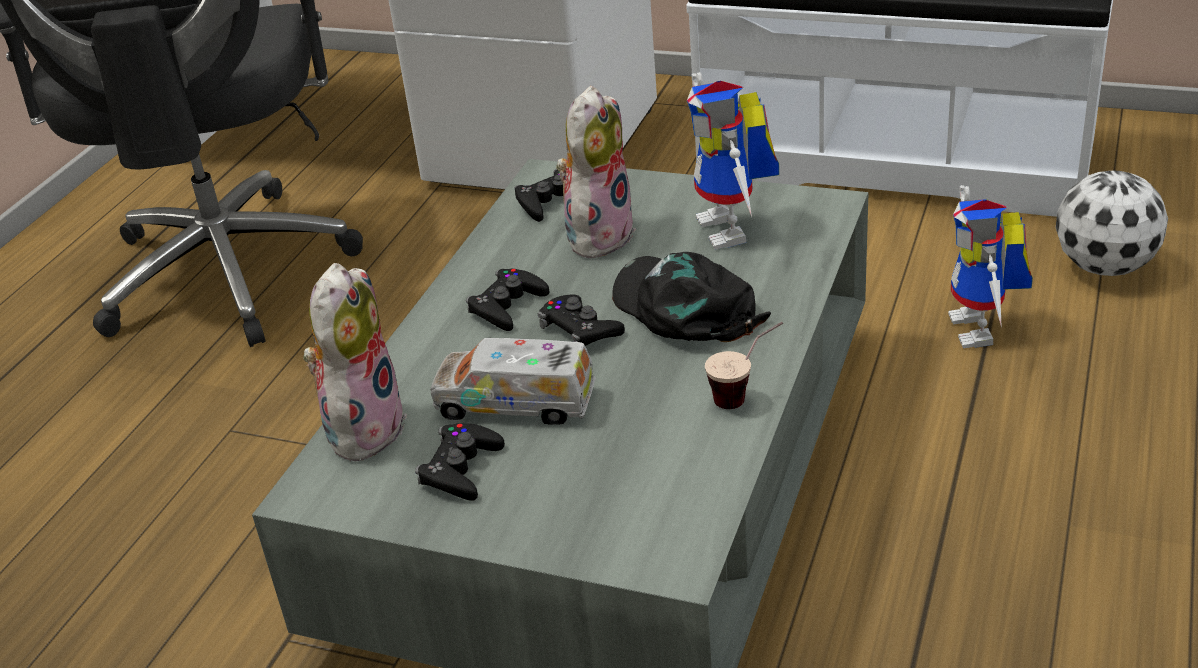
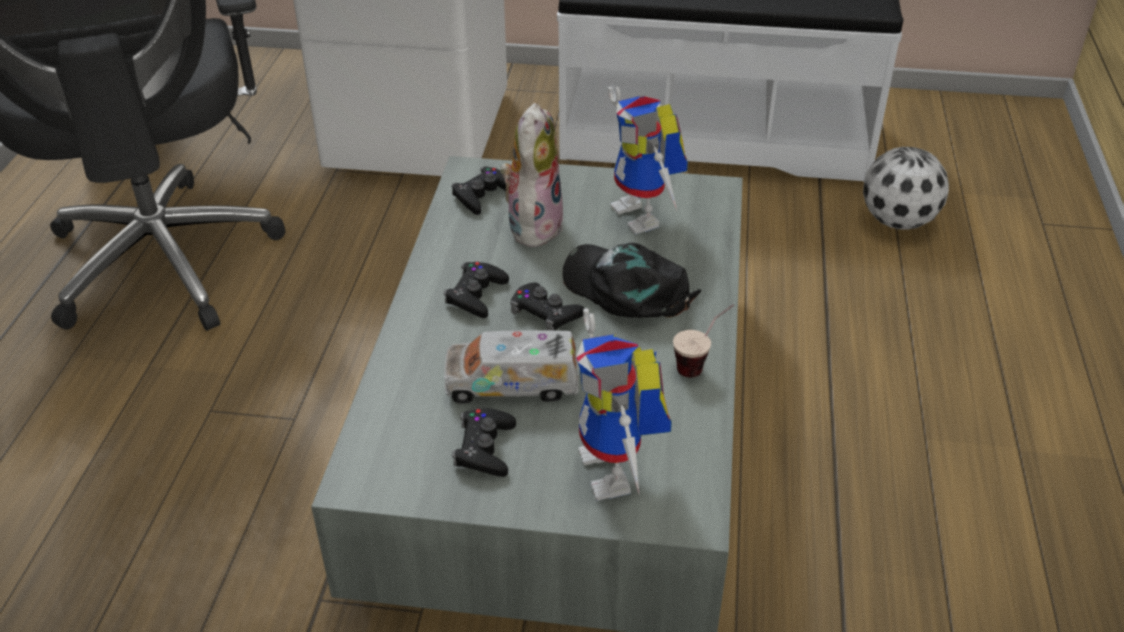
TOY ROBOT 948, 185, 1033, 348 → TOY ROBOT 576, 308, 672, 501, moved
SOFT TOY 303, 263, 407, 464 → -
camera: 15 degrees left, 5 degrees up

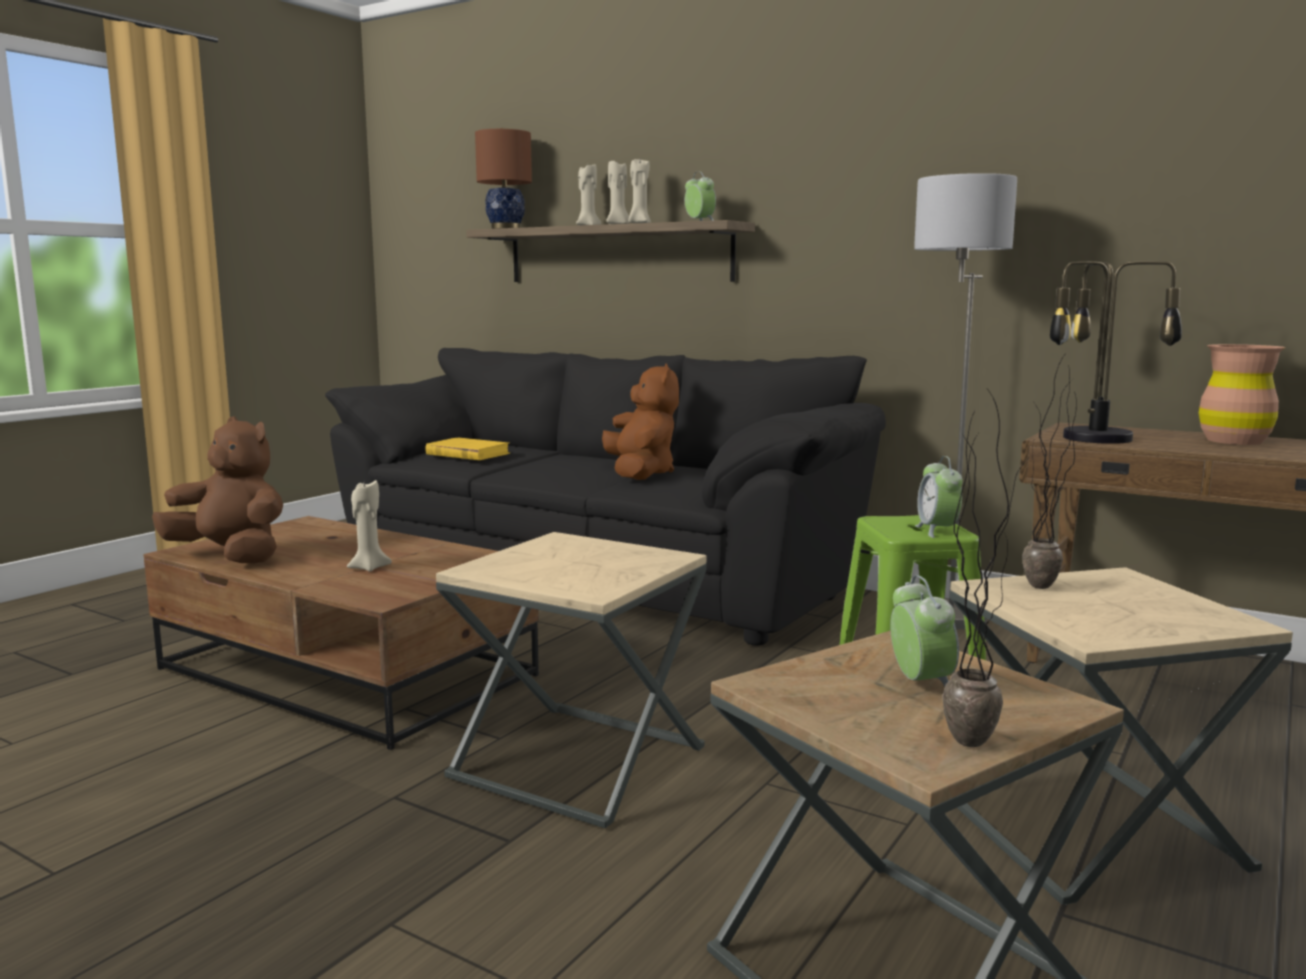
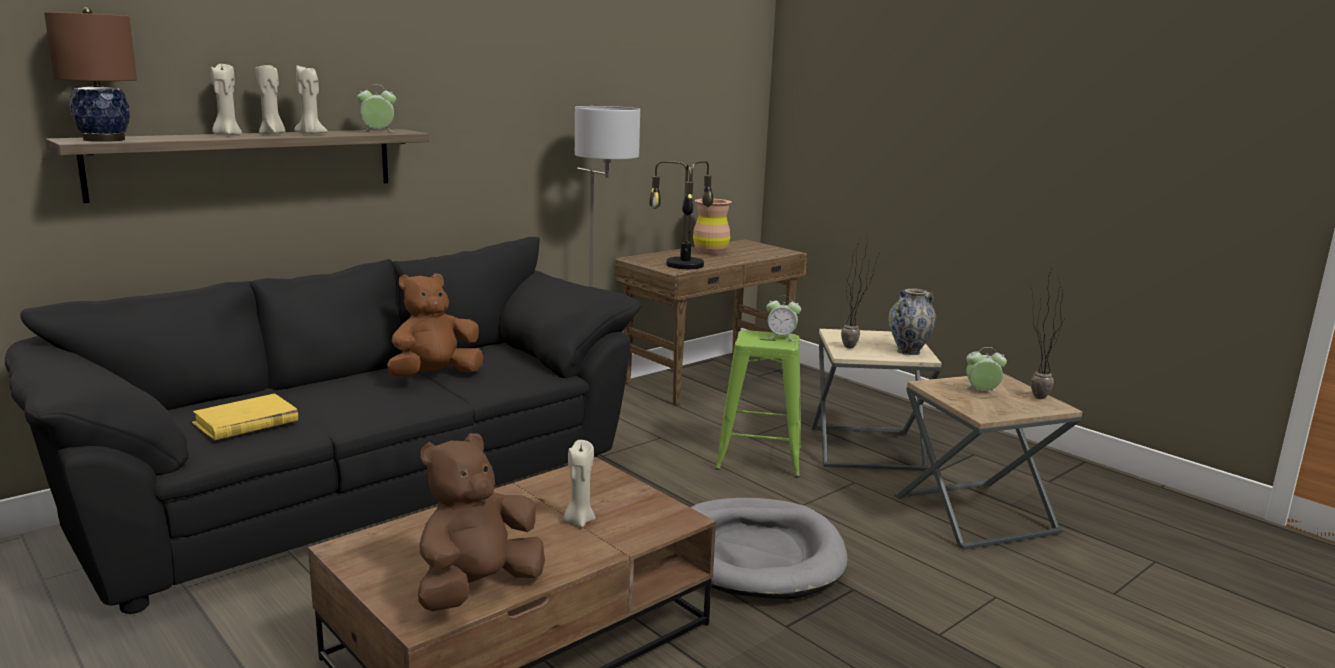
BROWN SOFT TOY 602, 363, 679, 480 → BROWN SOFT TOY 387, 273, 483, 377, 45 degrees counterclockwise
BEIGE SIDE TABLE 436, 532, 707, 828 → GRAY DOG CUSHION 690, 498, 848, 599
- → DECORATIVE VASE 889, 288, 936, 355
camera: 75 degrees left, 5 degrees up

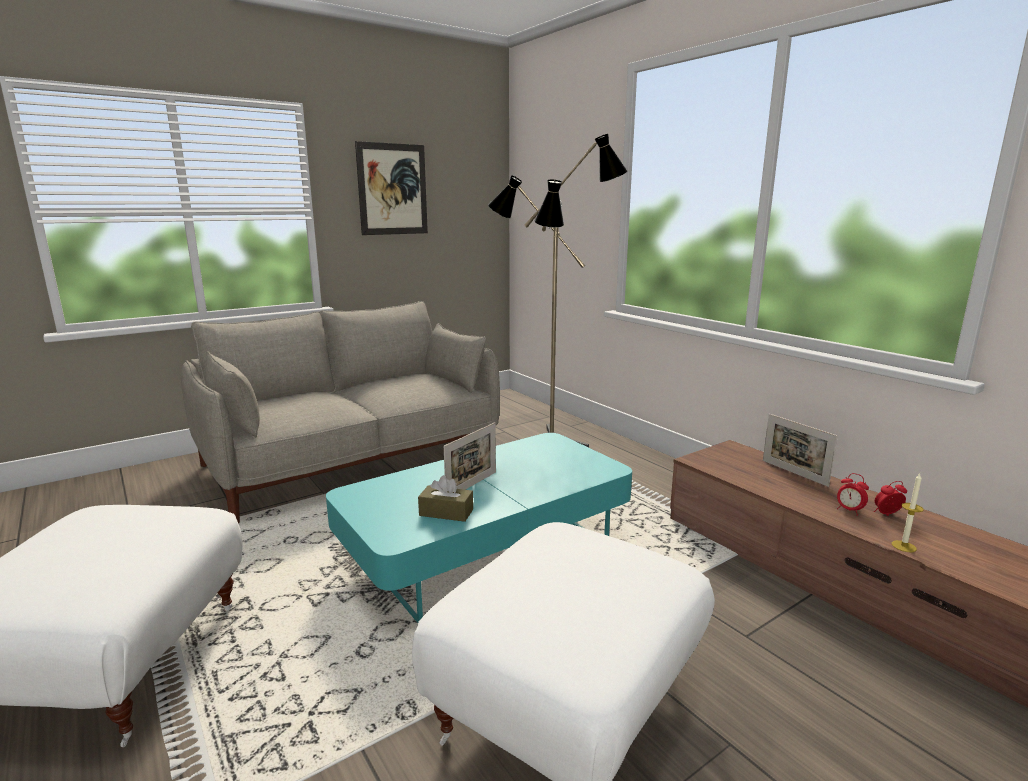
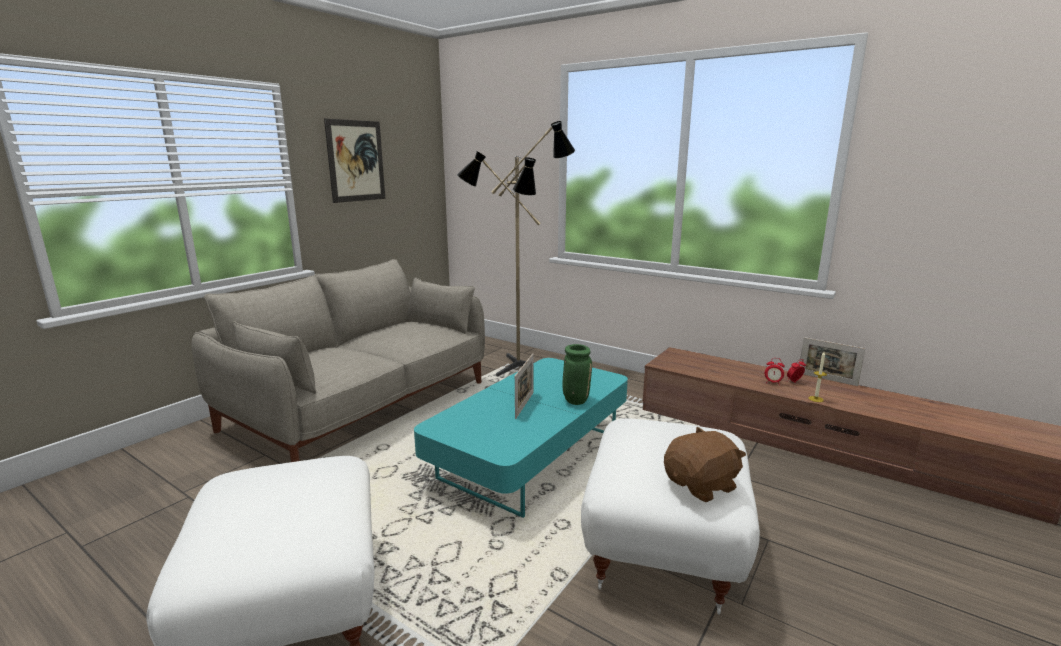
- → GREENISH DECORATIVE VASE 563, 344, 592, 405
- → BROWN SOFT TOY 664, 426, 746, 502
STANDING FRAME 763, 414, 838, 487 → STANDING FRAME 799, 337, 865, 386, moved
BROWN TISSUE BOX 418, 475, 473, 522 → -
camera: 20 degrees left, 0 degrees up

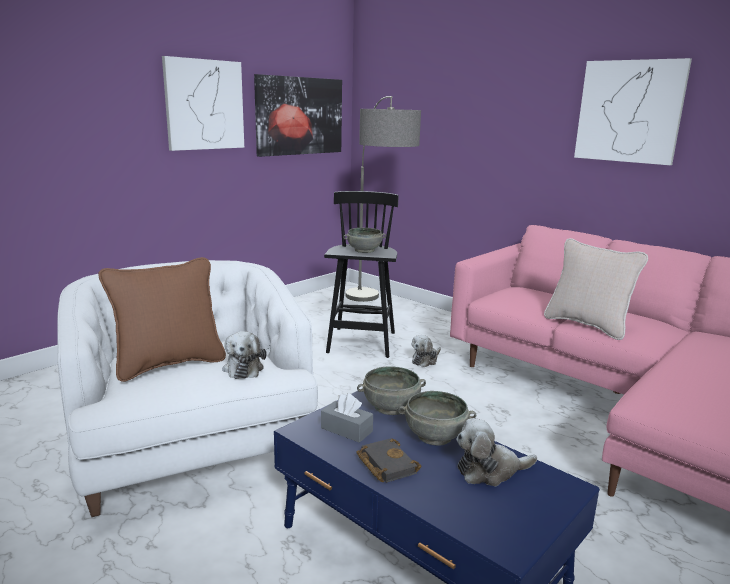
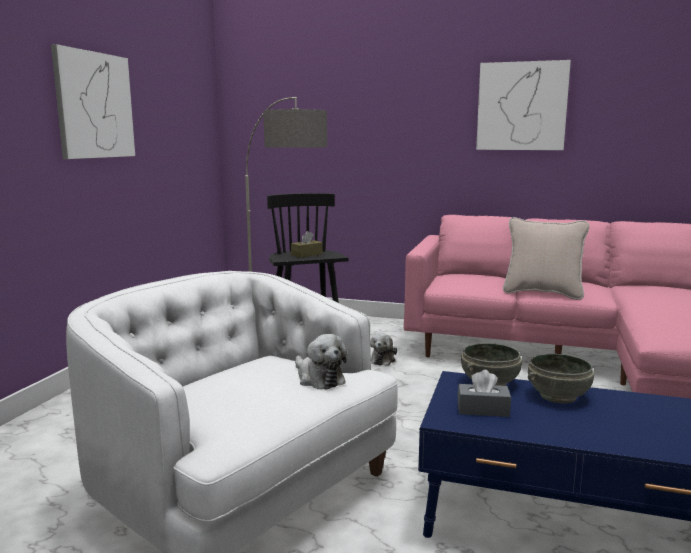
GRAY SERVING BOWL 343, 228, 386, 253 → BROWN TISSUE BOX 291, 231, 323, 258
BROWN CUSHION 98, 257, 226, 382 → -
WALL ART 254, 74, 342, 157 → -
BLACK BOUND BOOK 356, 438, 421, 483 → -
SOFT TOY 456, 418, 537, 486 → -
camera: 25 degrees left, 5 degrees down

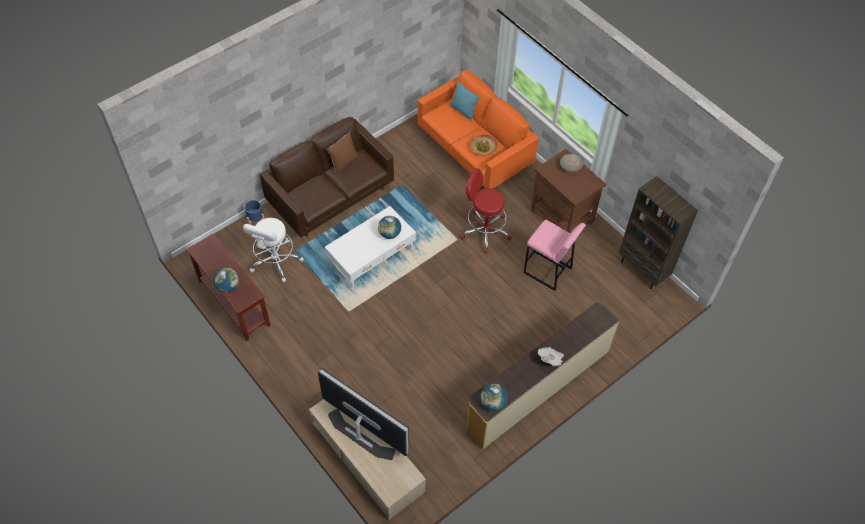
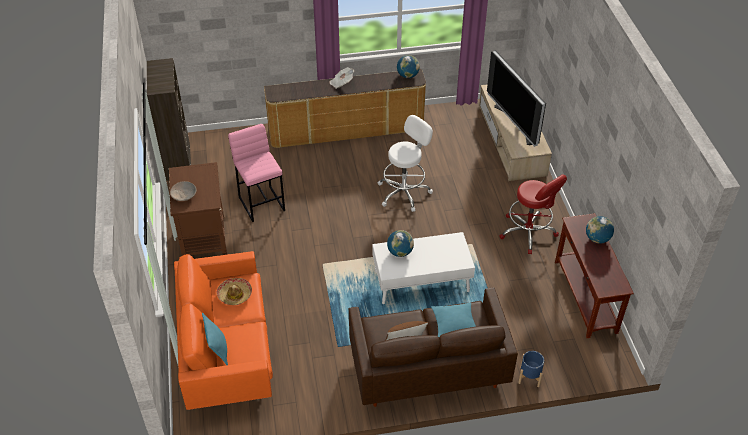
WHITISH STOOL SEAT 243, 218, 304, 282 → WHITISH STOOL SEAT 378, 115, 433, 212, moved
- → BLUE-GREEN CUSHION 431, 302, 476, 337
RED STOOL SEAT 460, 168, 512, 253 → RED STOOL SEAT 499, 175, 567, 254, moved
camera: 150 degrees left, 10 degrees down

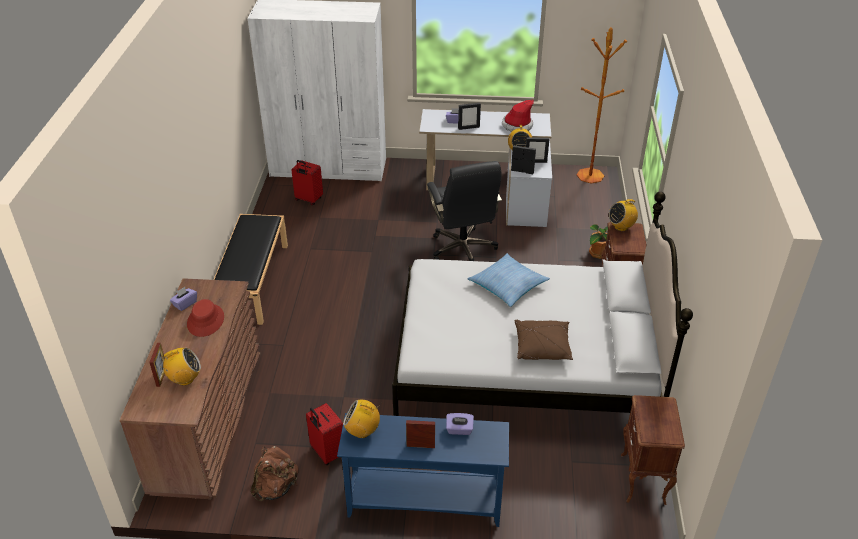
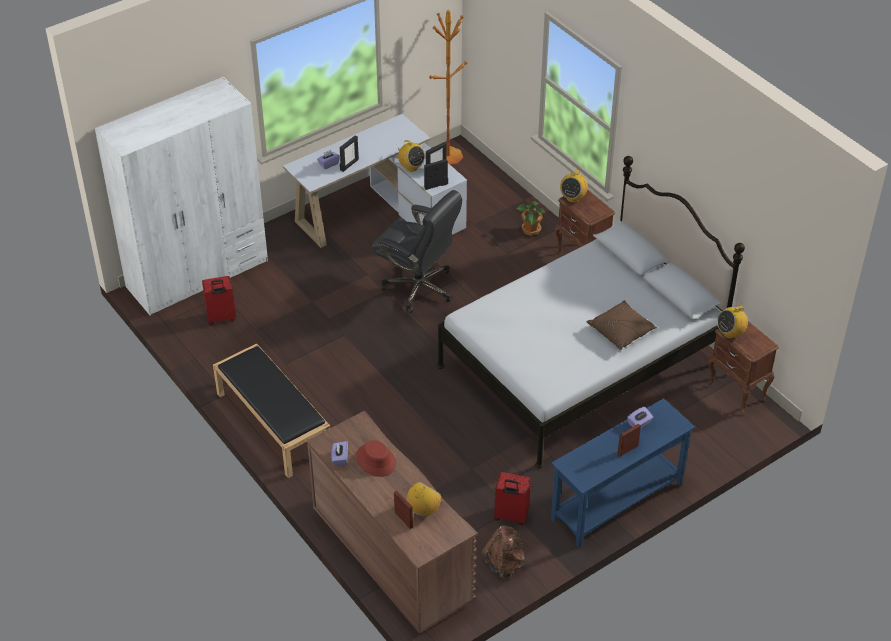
RADIO 343, 400, 382, 438 → RADIO 717, 304, 748, 339, moved
CUSHION 468, 253, 550, 307 → -
HAT 502, 100, 534, 132 → -
camera: 40 degrees left, 5 degrees up

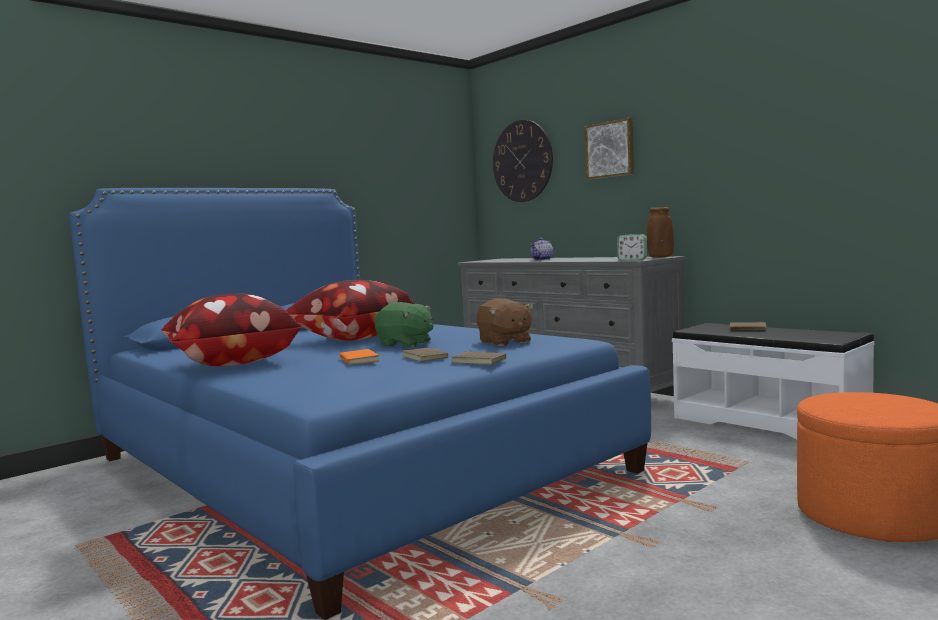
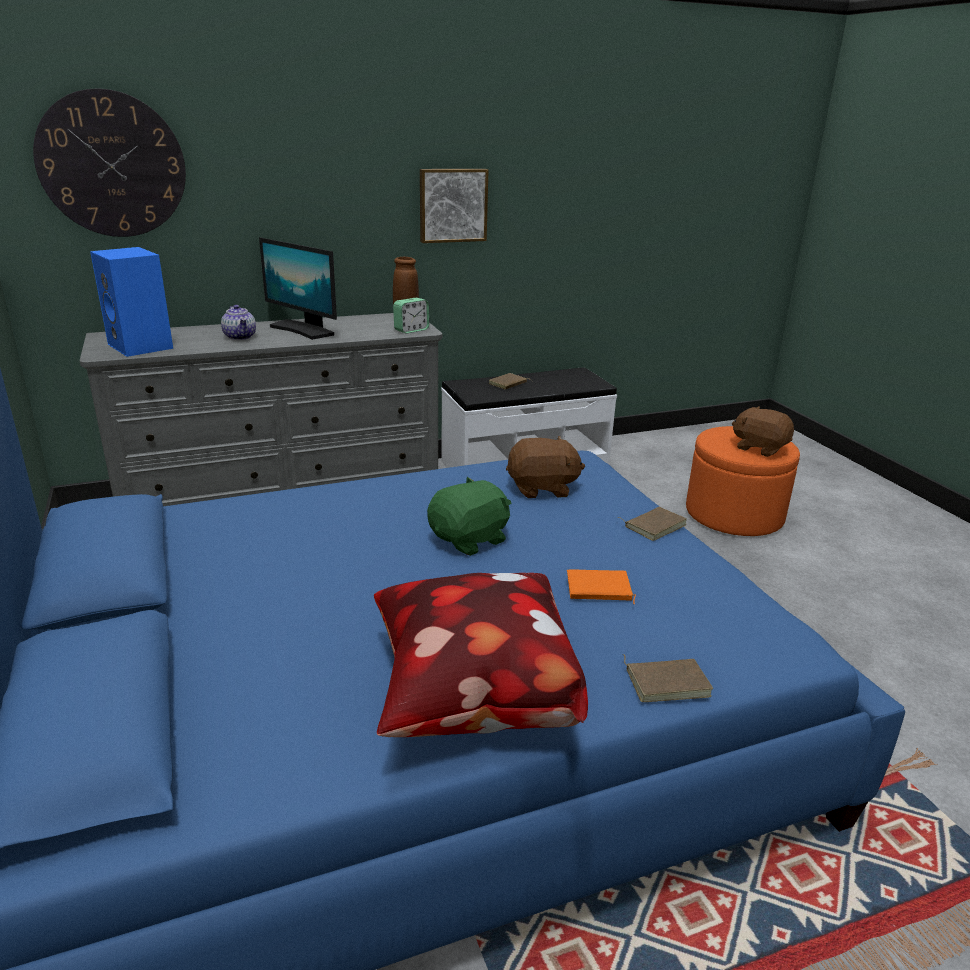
- → BLUISH LOUDSPEAKER 90, 247, 173, 357
- → COMPUTER DISPLAY 259, 237, 337, 340
WALL ART 585, 118, 634, 179 → WALL ART 420, 169, 489, 243, moved
BROWN BOUND BOOK 403, 346, 448, 362 → BROWN BOUND BOOK 623, 654, 713, 702, moved
- → BROWN SOFT TOY 732, 406, 794, 457
CUSHION 286, 280, 414, 341 → -
camera: 70 degrees left, 20 degrees up

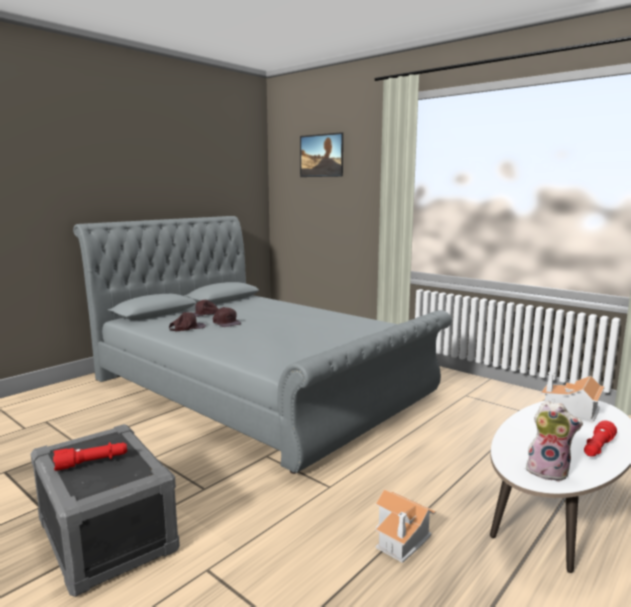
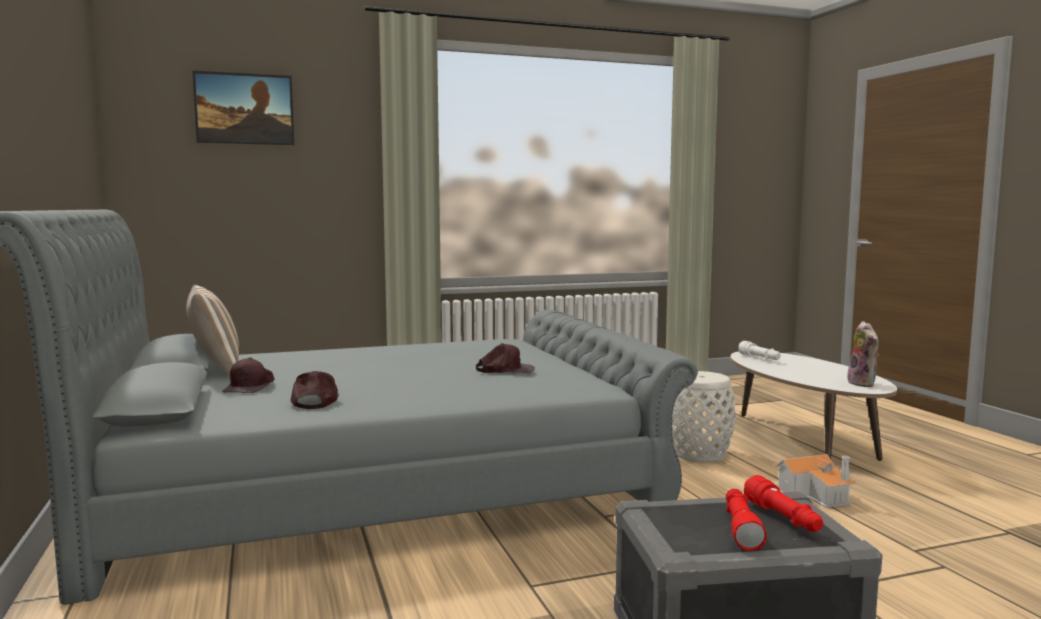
- → CUSHION 186, 285, 239, 375
BROWN PEAKED CAP 213, 307, 241, 327 → BROWN PEAKED CAP 476, 343, 535, 373, moved
- → WHITISH STOOL SEAT 672, 371, 736, 462
TOY HOUSE 541, 371, 605, 423 → WHITISH TORCH 738, 341, 781, 360
RED TORCH 584, 421, 617, 457 → RED TORCH 744, 475, 823, 532, moved
SOFT TOY 526, 401, 583, 482 → SOFT TOY 847, 321, 879, 387, 120 degrees clockwise
camera: 60 degrees left, 5 degrees down

